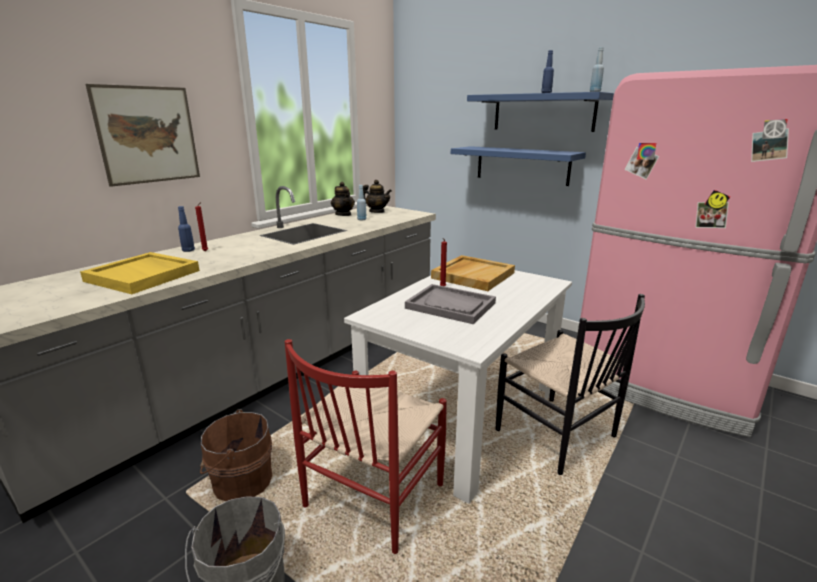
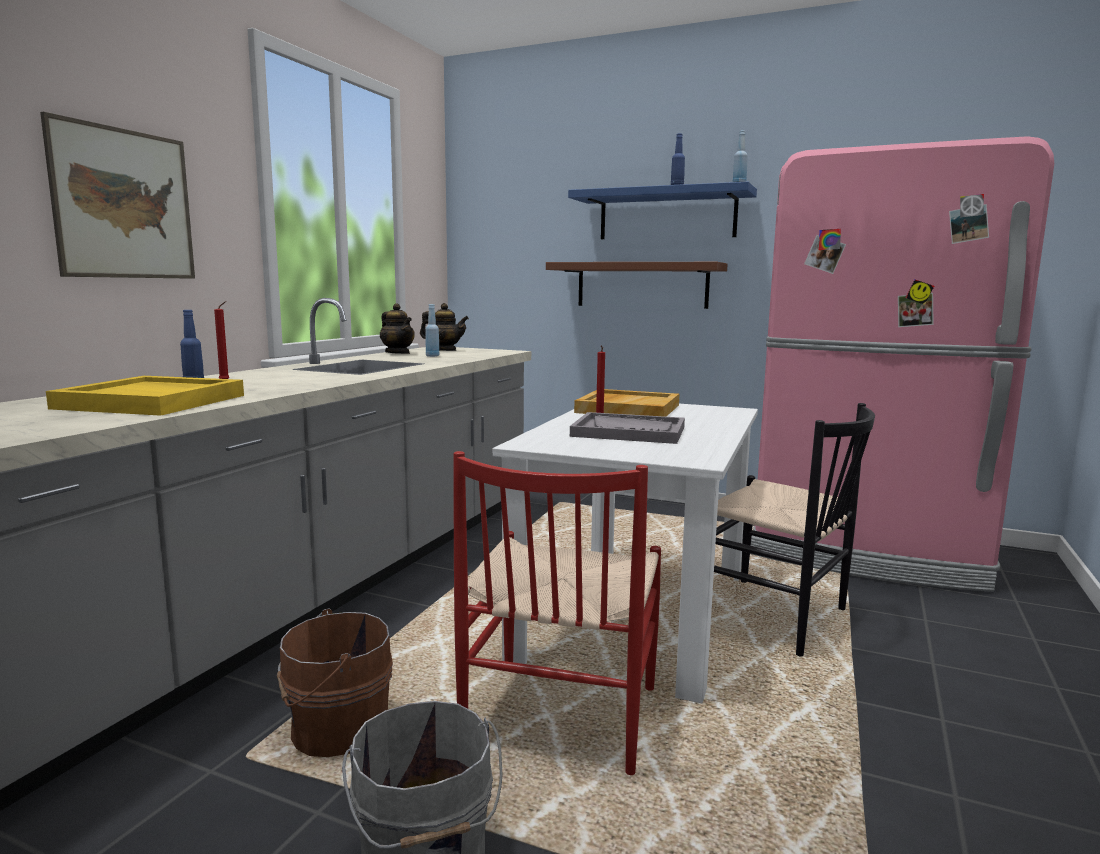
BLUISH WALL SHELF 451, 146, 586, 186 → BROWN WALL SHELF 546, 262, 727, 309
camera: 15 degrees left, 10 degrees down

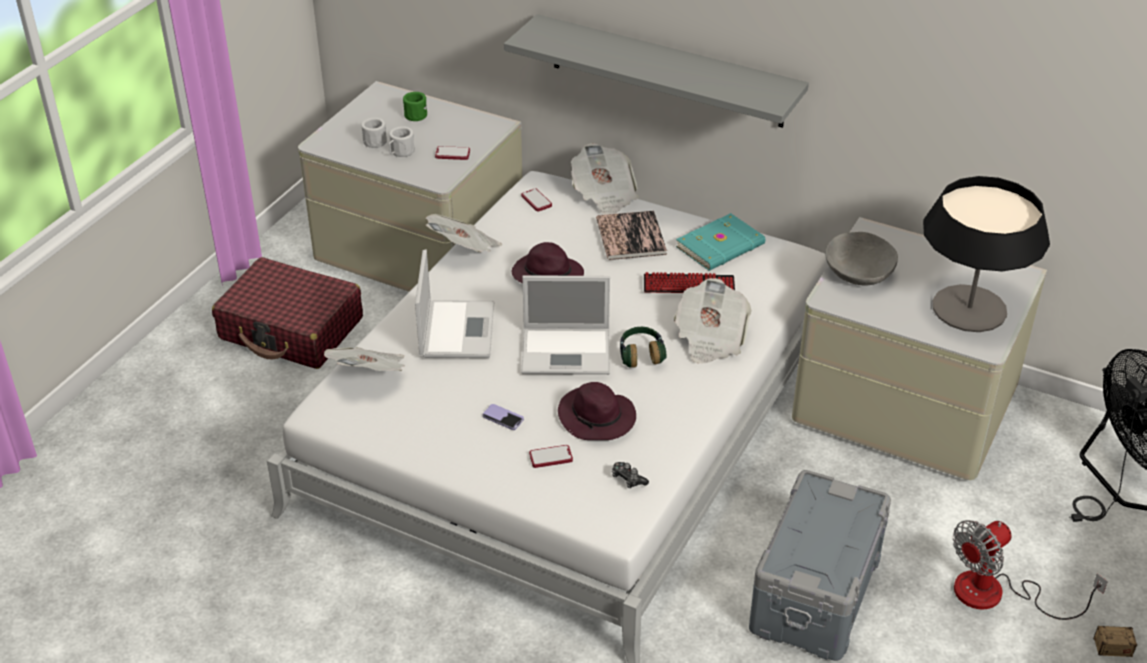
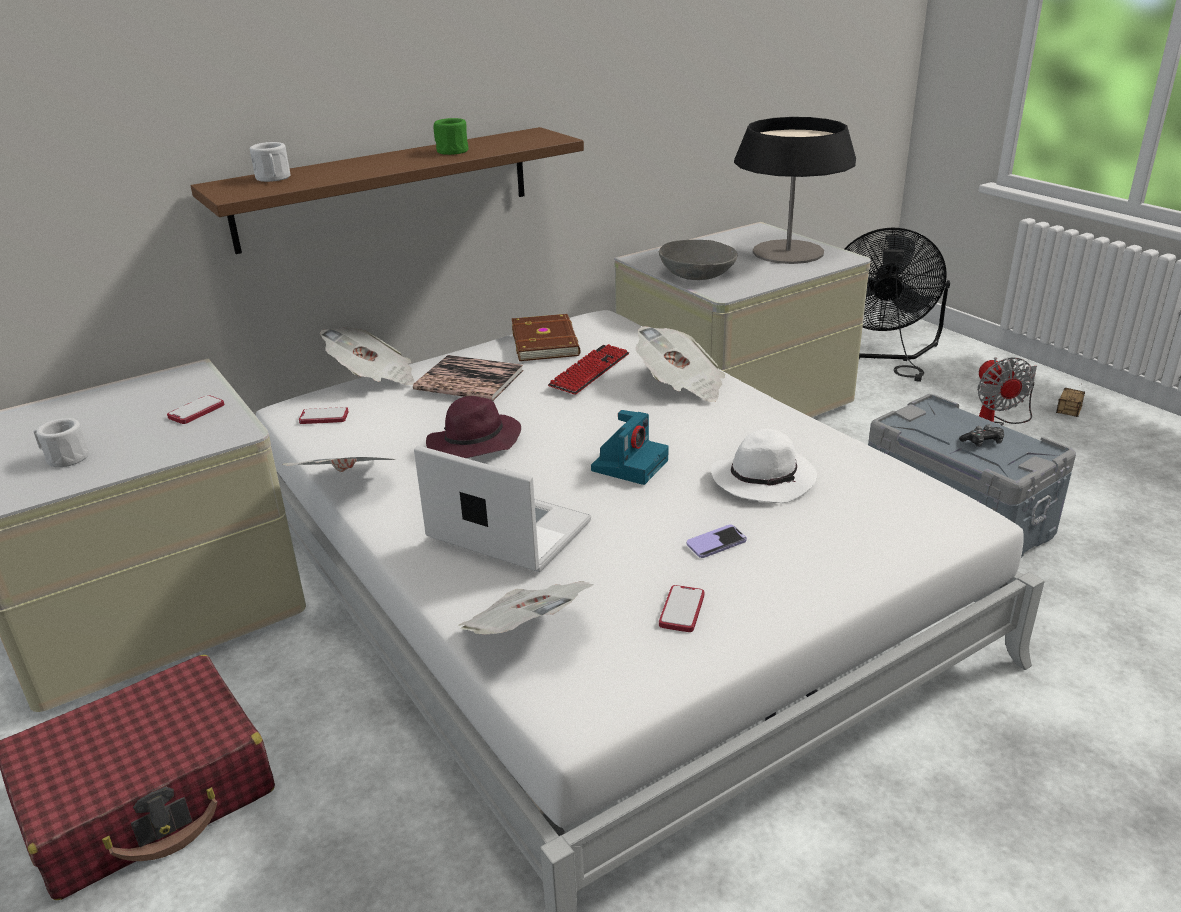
GRAY WALL SHELF 504, 14, 809, 128 → BROWN WALL SHELF 190, 127, 584, 254
WHITISH TEA MUG 389, 126, 415, 157 → WHITISH TEA MUG 250, 142, 290, 182, moved
GREENISH TEA MUG 403, 92, 427, 121 → GREENISH TEA MUG 433, 118, 468, 155, moved
BLUE-GREEN BOUND BOOK 676, 213, 765, 271 → BROWN BOUND BOOK 511, 314, 580, 361
PORTABLE COMPUTER 522, 275, 610, 375 → STILL CAMERA 591, 410, 669, 485
TELEPHONE 529, 445, 573, 468 → TELEPHONE 659, 585, 704, 632, moved
PURPLISH HAT 558, 382, 636, 440 → WHITISH HAT 711, 429, 817, 503
JOYPAD 612, 462, 649, 488 → JOYPAD 959, 424, 1004, 447, moved
HEADPHONES 620, 327, 667, 368 → -
camera: 60 degrees left, 10 degrees down

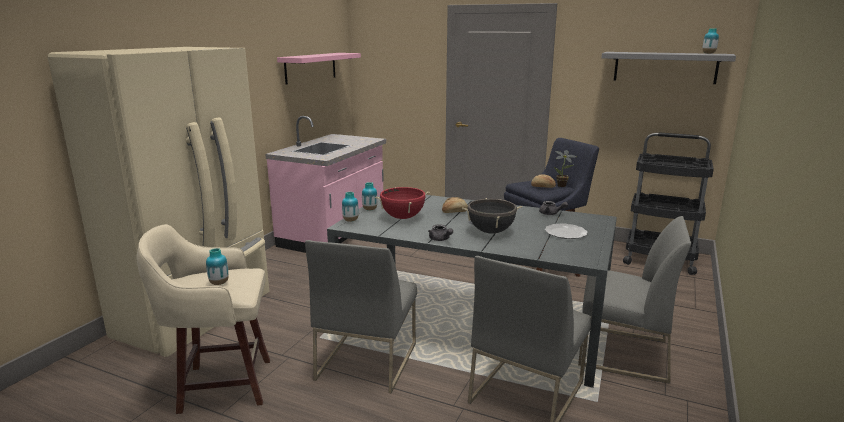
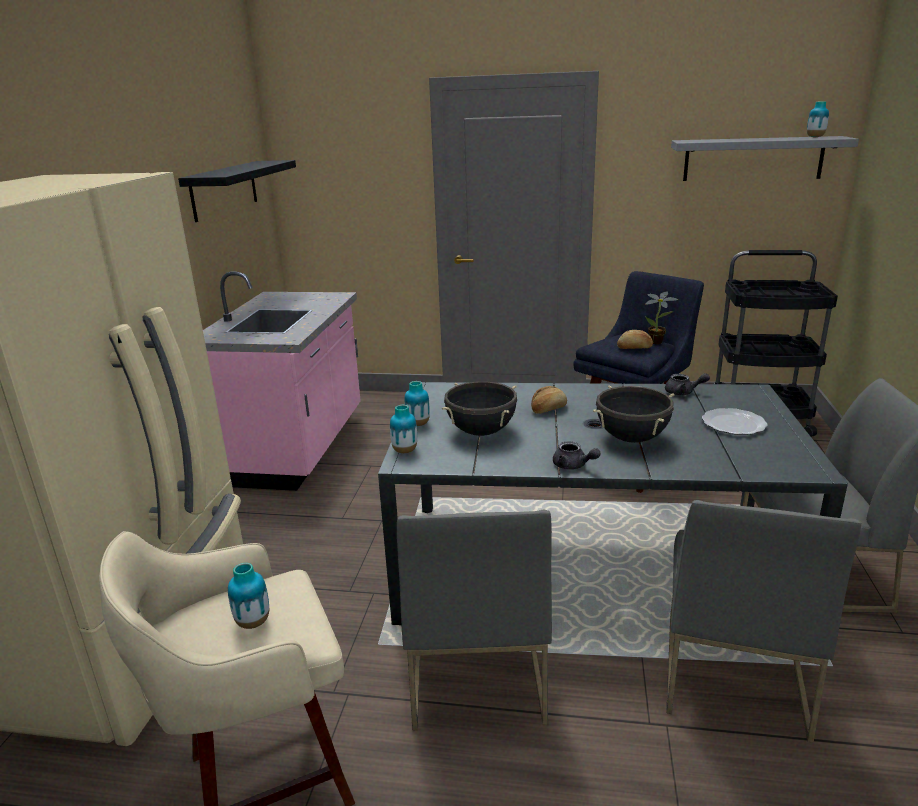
PINKISH WALL SHELF 277, 53, 361, 84 → BLACK WALL SHELF 178, 160, 296, 222
RED STOCKPOT 375, 187, 430, 219 → BLACK STOCKPOT 442, 381, 517, 436
camera: 15 degrees left, 5 degrees up

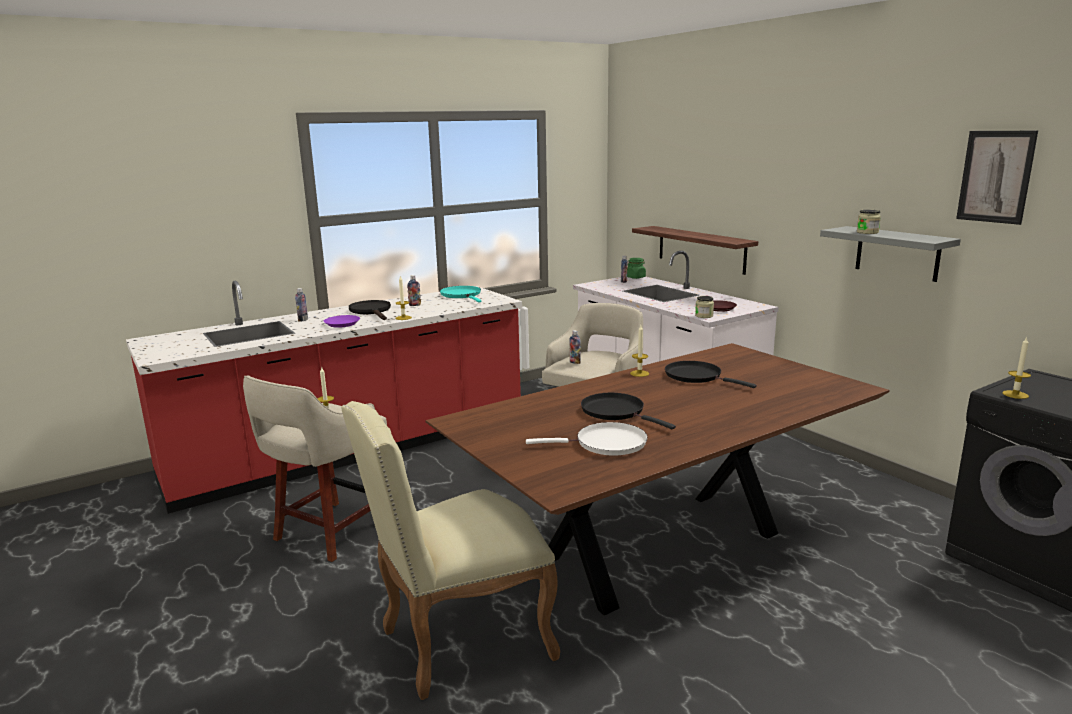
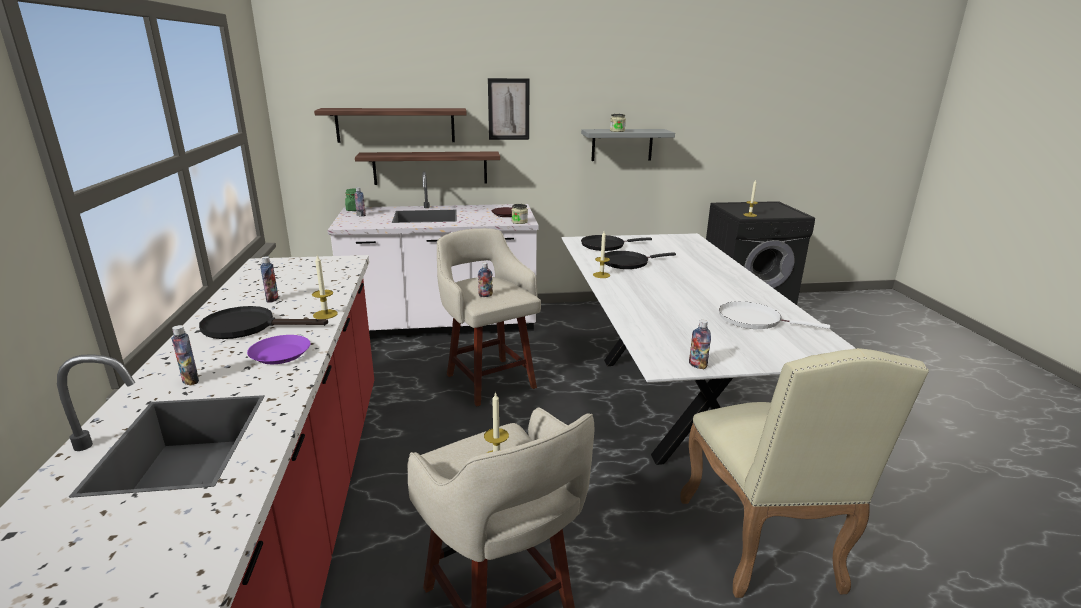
- → WALL SHELF 314, 108, 467, 143
WALL ART 956, 131, 1038, 225 → WALL ART 488, 78, 530, 140, moved
BROWN DINNER TABLE 425, 343, 889, 615 → WHITISH DINNER TABLE 561, 233, 856, 465
BLACK SKILLET 581, 393, 676, 429 → BLACK SKILLET 581, 235, 652, 251, moved
- → DRINK BOTTLE 689, 320, 711, 369
WHITISH SKILLET 526, 422, 648, 456 → WHITISH SKILLET 719, 301, 830, 329, 90 degrees counterclockwise
BLUE-GREEN SKILLET 440, 286, 482, 303 → -
camera: 65 degrees left, 5 degrees up

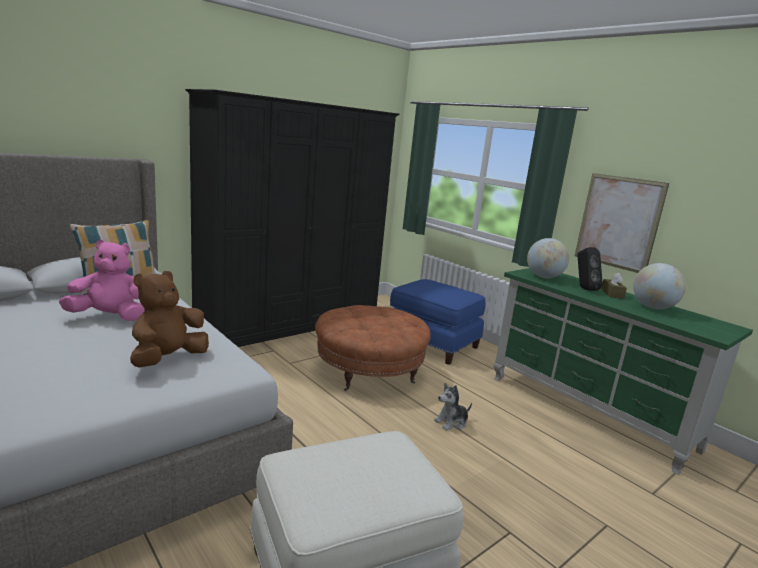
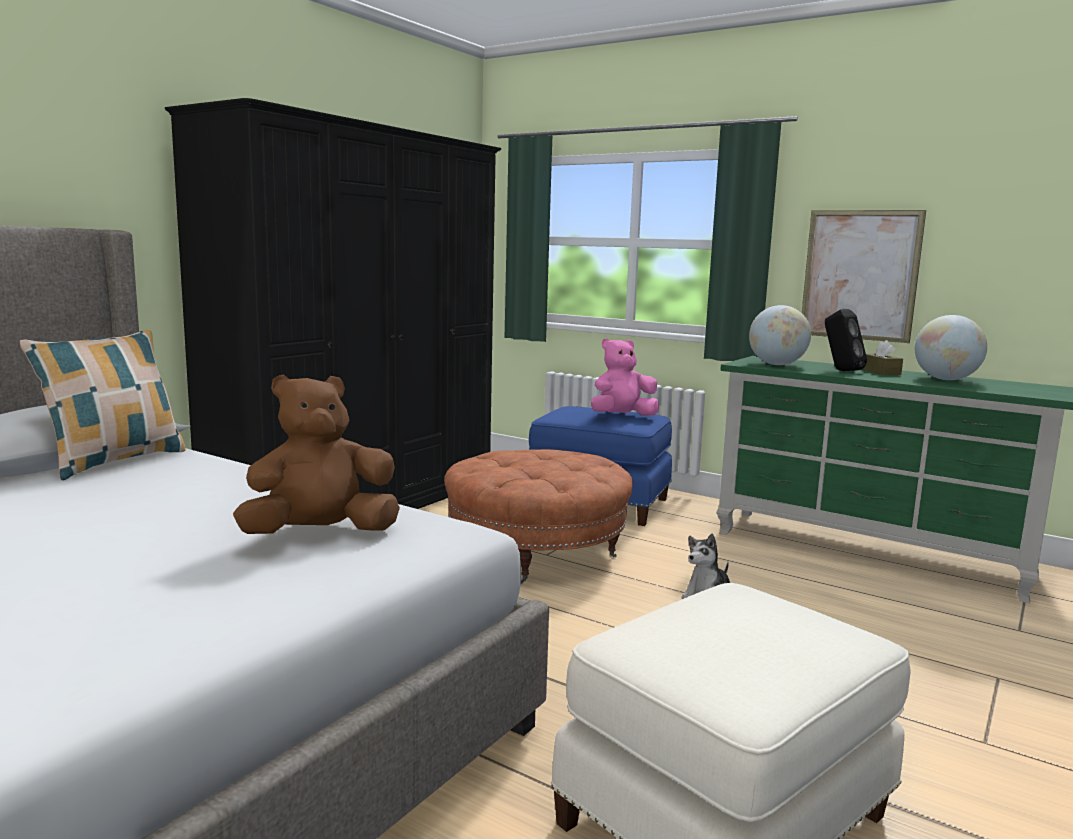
BROWN SOFT TOY 130, 271, 209, 368 → BROWN SOFT TOY 233, 374, 400, 534, 45 degrees clockwise
PINKISH SOFT TOY 59, 239, 145, 321 → PINKISH SOFT TOY 591, 338, 659, 416, moved
camera: 15 degrees left, 5 degrees down

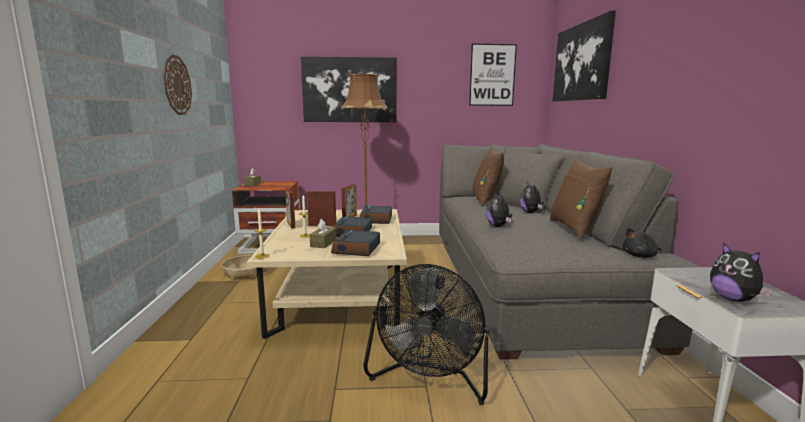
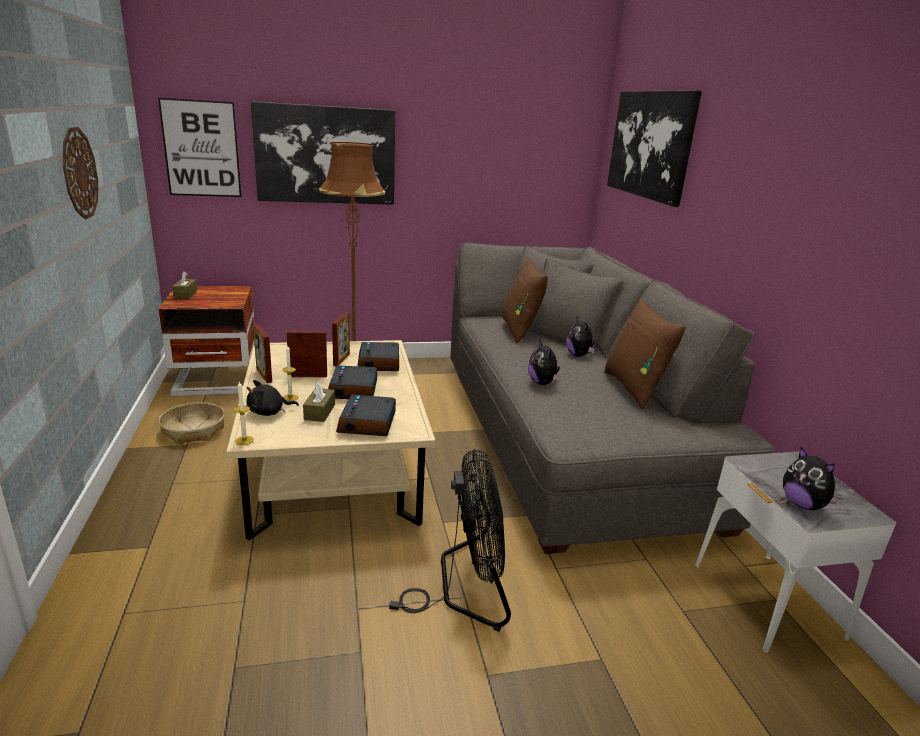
WALL ART 469, 44, 517, 106 → WALL ART 158, 98, 242, 197, moved
BLACK SOFT TOY 622, 228, 662, 258 → BLACK SOFT TOY 246, 380, 299, 416, moved
BLACK COOLING FAN 364, 264, 490, 405 → BLACK COOLING FAN 387, 449, 511, 632, 105 degrees counterclockwise
camera: 10 degrees left, 10 degrees up

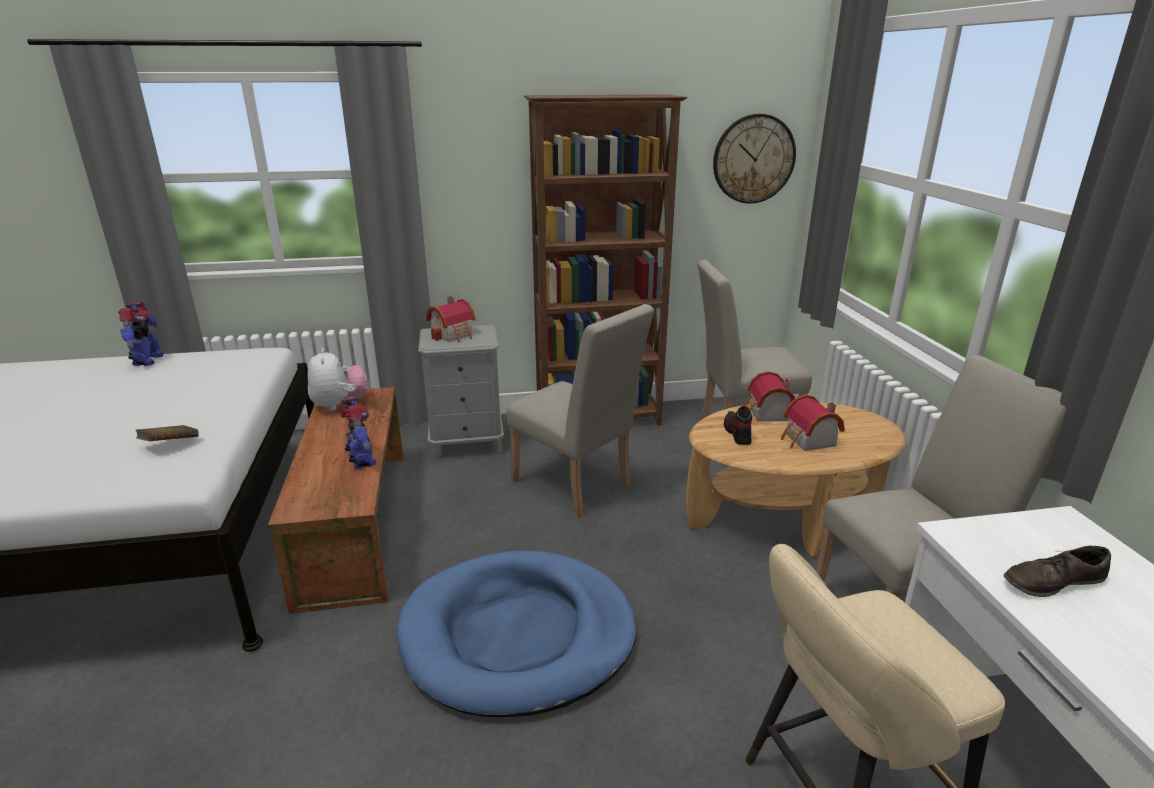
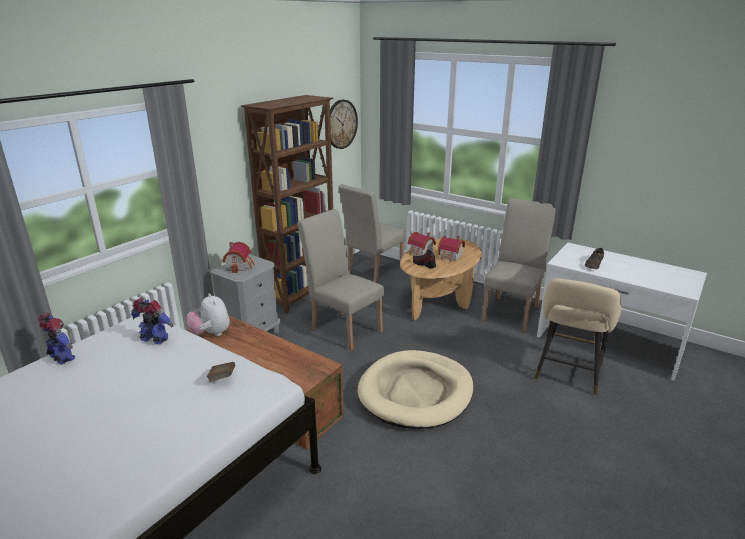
TOY ROBOT 339, 396, 376, 469 → TOY ROBOT 131, 298, 173, 345, moved
SOFT TOY 308, 348, 367, 411 → SOFT TOY 187, 293, 230, 336, 150 degrees counterclockwise
BEIGE UPRIGHT CHAIR 507, 304, 654, 517 → BEIGE UPRIGHT CHAIR 298, 209, 384, 350, 135 degrees counterclockwise
BLUISH DOG CUSHION 397, 551, 636, 717 → BEIGE DOG CUSHION 358, 350, 473, 429
camera: 45 degrees left, 0 degrees up

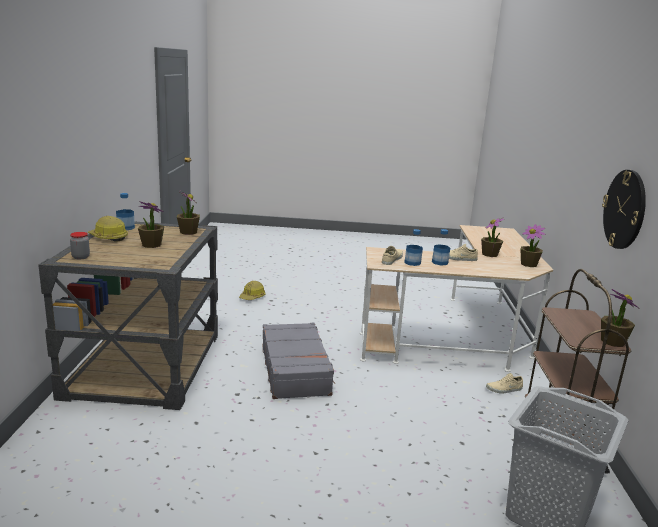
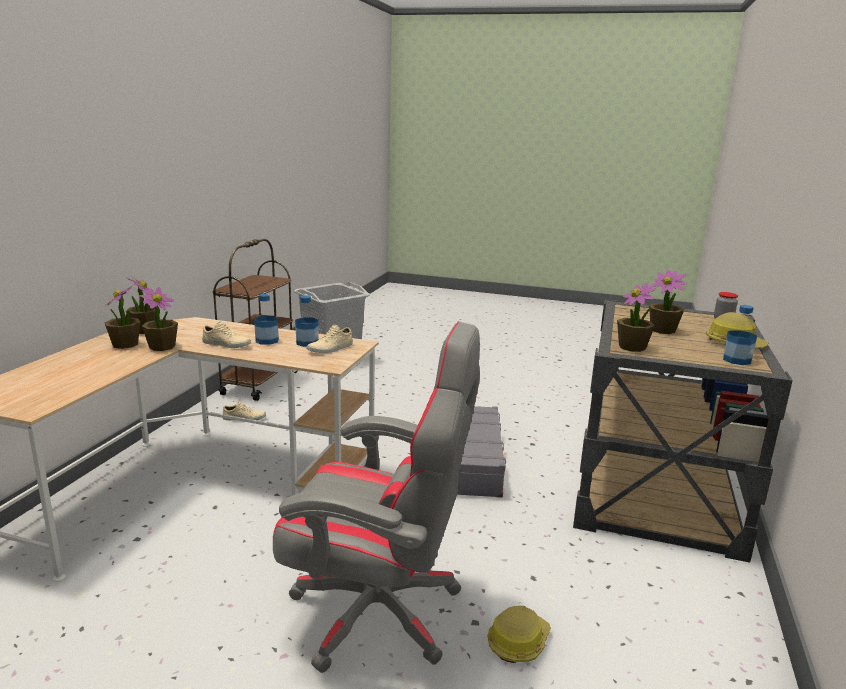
HOUSEPLANT 601, 289, 640, 347 → HOUSEPLANT 104, 287, 140, 349, moved
- → GRAY COMPUTER CHAIR 273, 321, 480, 673
CLOCK ON THE WALL 602, 170, 646, 249 → -
camera: 165 degrees left, 0 degrees up

